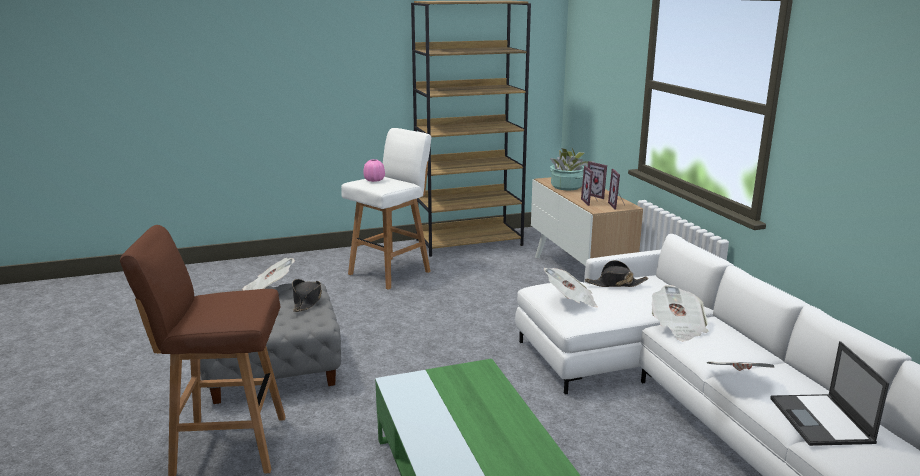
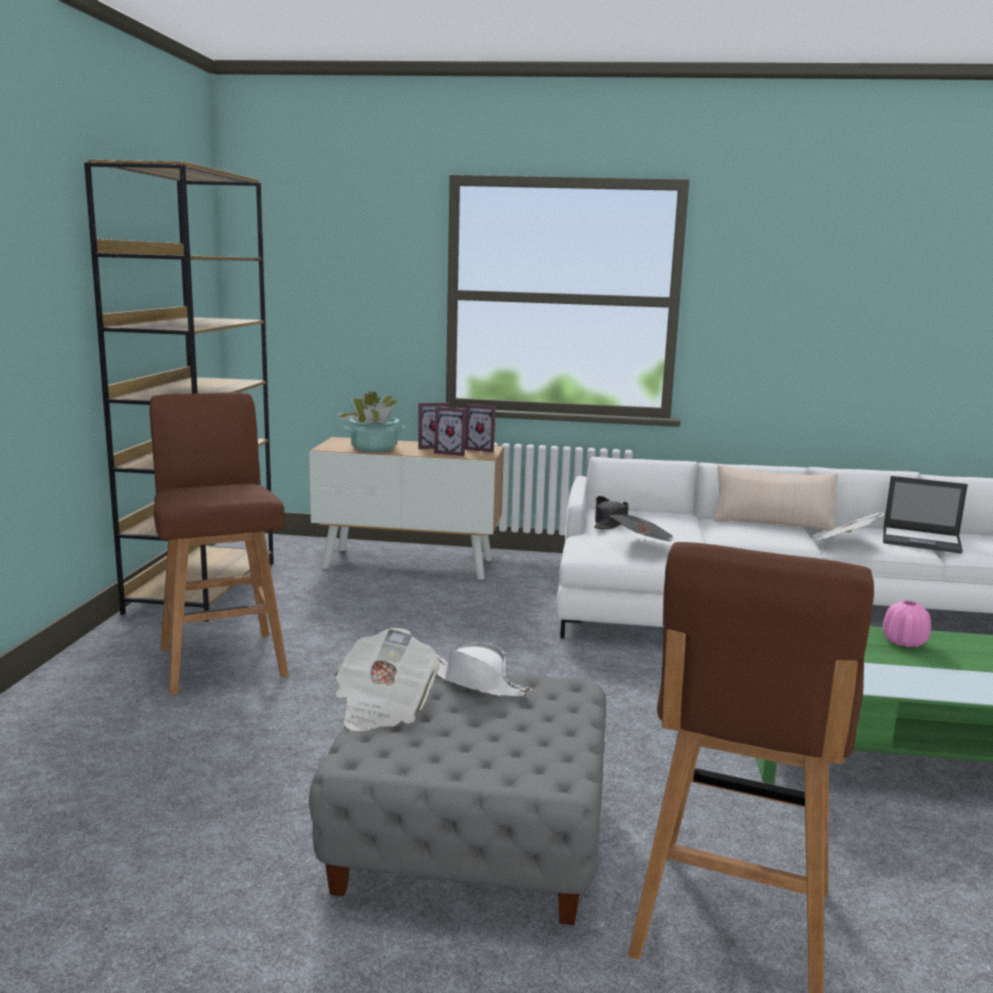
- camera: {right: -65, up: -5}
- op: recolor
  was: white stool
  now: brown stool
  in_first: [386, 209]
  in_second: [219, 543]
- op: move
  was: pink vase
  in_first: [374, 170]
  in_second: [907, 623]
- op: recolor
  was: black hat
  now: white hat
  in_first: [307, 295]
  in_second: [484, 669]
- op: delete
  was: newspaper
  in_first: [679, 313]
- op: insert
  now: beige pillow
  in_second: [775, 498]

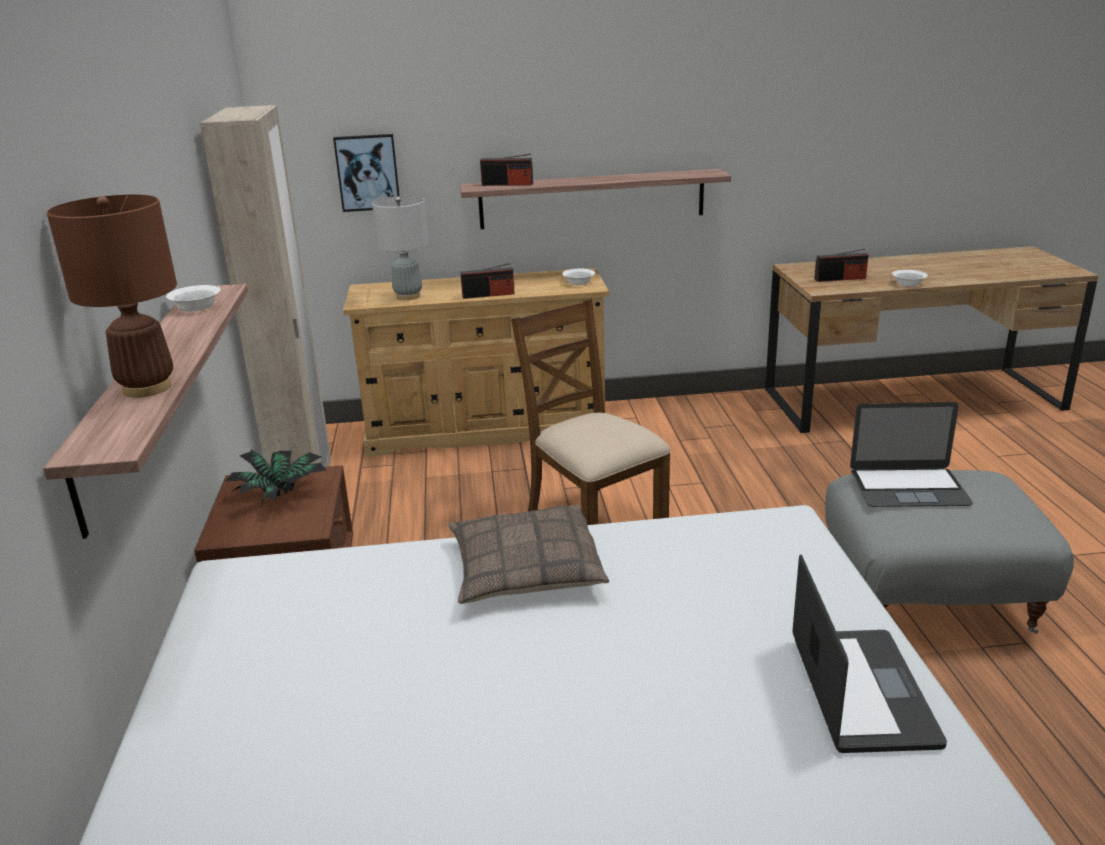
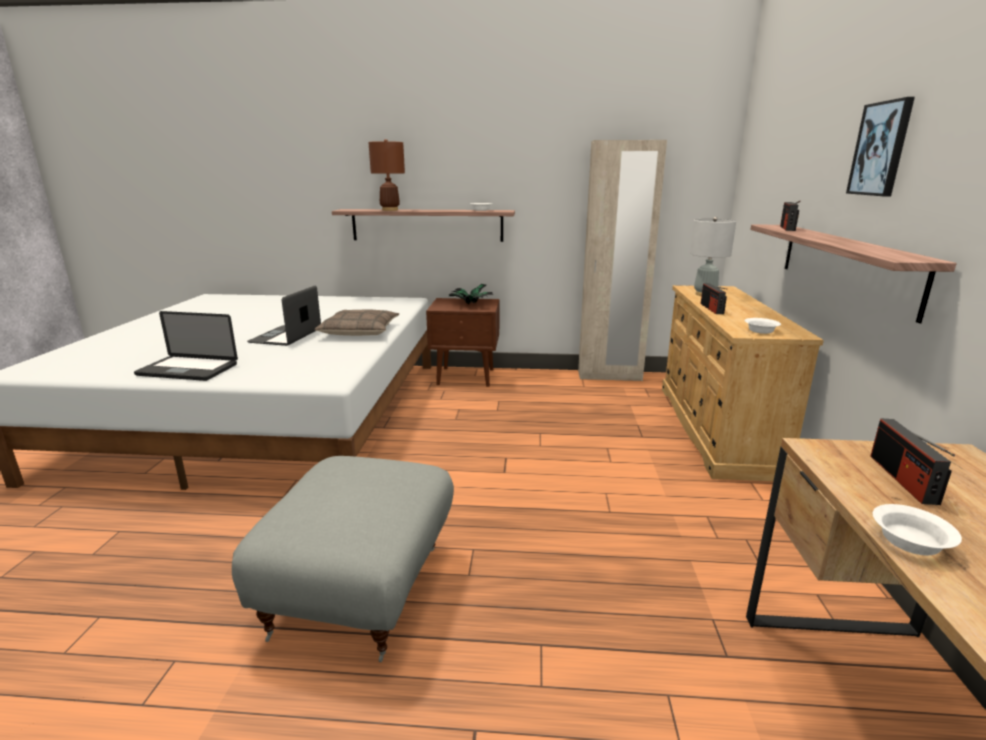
- camera: {right: 100, up: -5}
- op: move
  was: picture
  in_first: [366, 173]
  in_second: [880, 146]
- op: delete
  was: brown chair
  in_first: [591, 412]
- op: move
  was: laptop
  in_first: [911, 454]
  in_second: [284, 316]

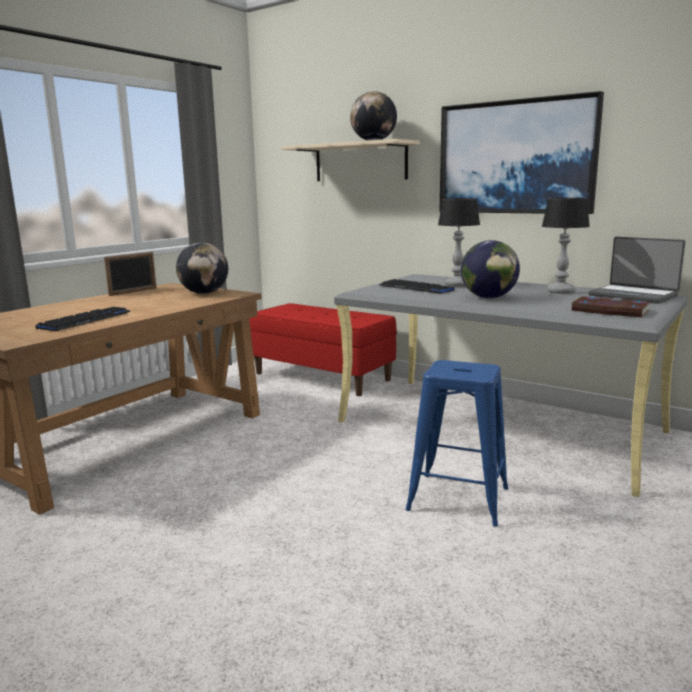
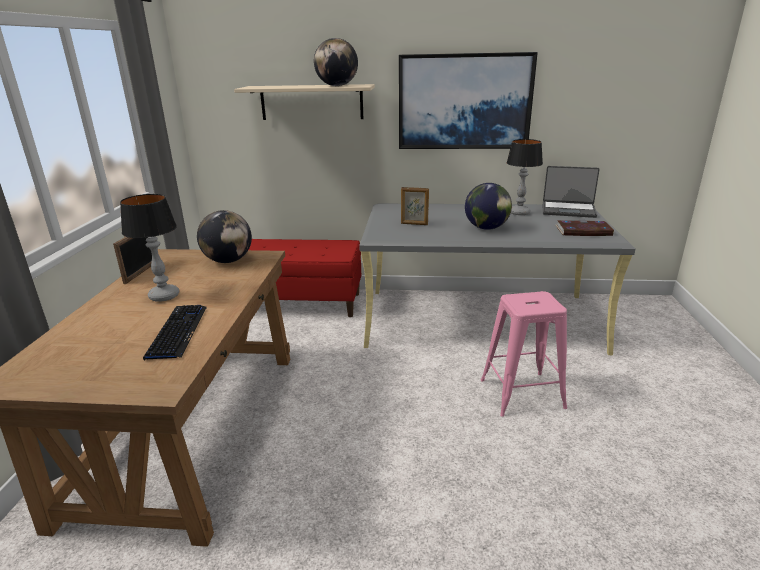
- camera: {right: -30, up: 10}
- op: move
  was: table lamp
  in_first: [459, 242]
  in_second: [149, 248]
- op: replace
  was: keyboard
  now: picture frame
  in_first: [416, 286]
  in_second: [415, 206]
- op: recolor
  was: blue stool
  now: pink stool
  in_first: [456, 443]
  in_second: [524, 354]

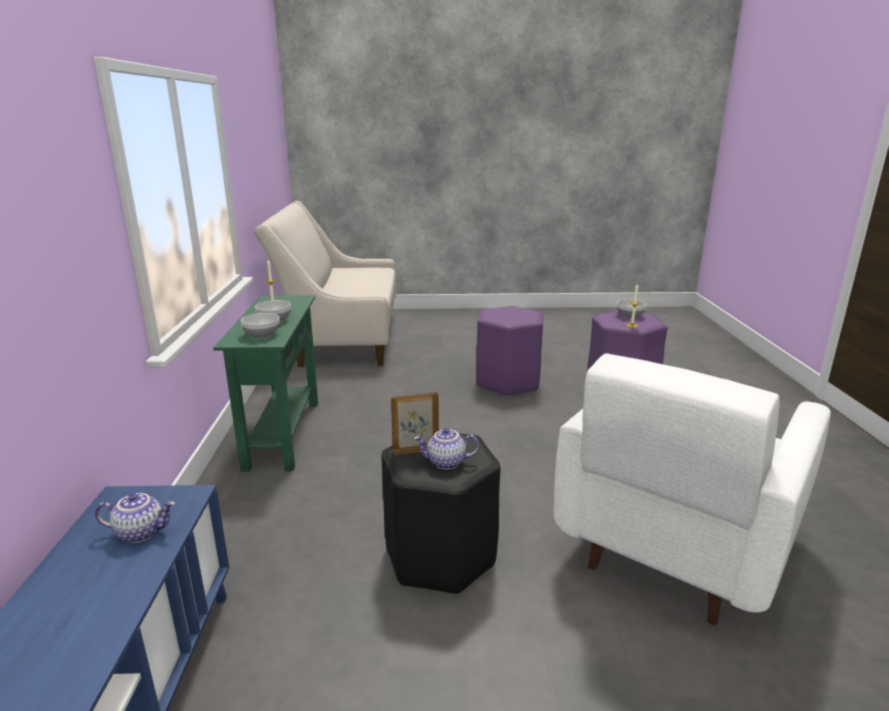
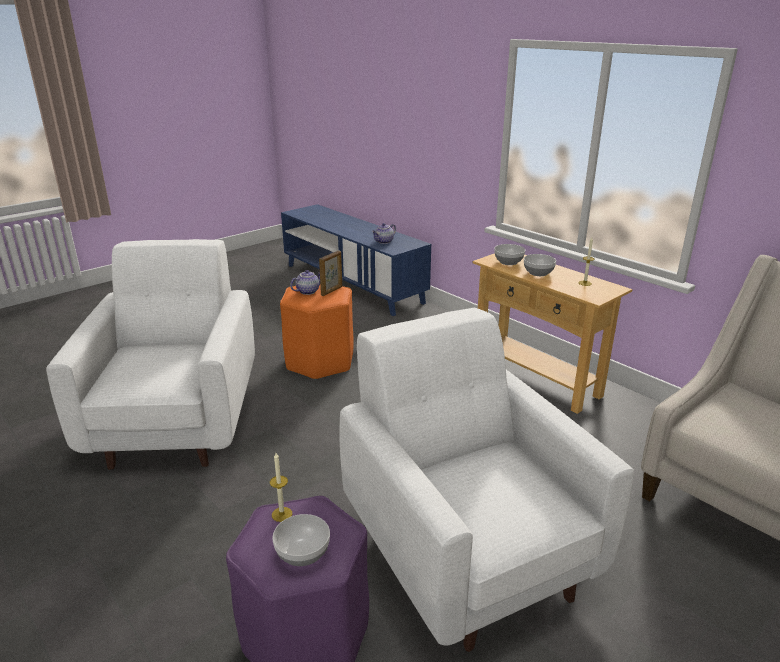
- camera: {right: 140, up: 5}
- op: recolor
  was: green console table
  now: beige console table
  in_first: [265, 383]
  in_second: [552, 333]
- op: replace
  was: purple stool
  now: white armchair
  in_first: [509, 351]
  in_second: [486, 480]
- op: recolor
  was: black stool
  now: orange stool
  in_first: [441, 513]
  in_second: [317, 332]

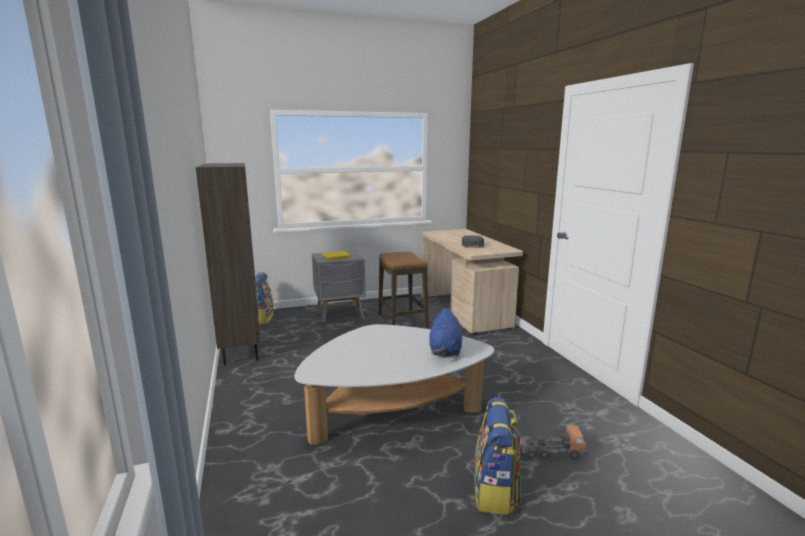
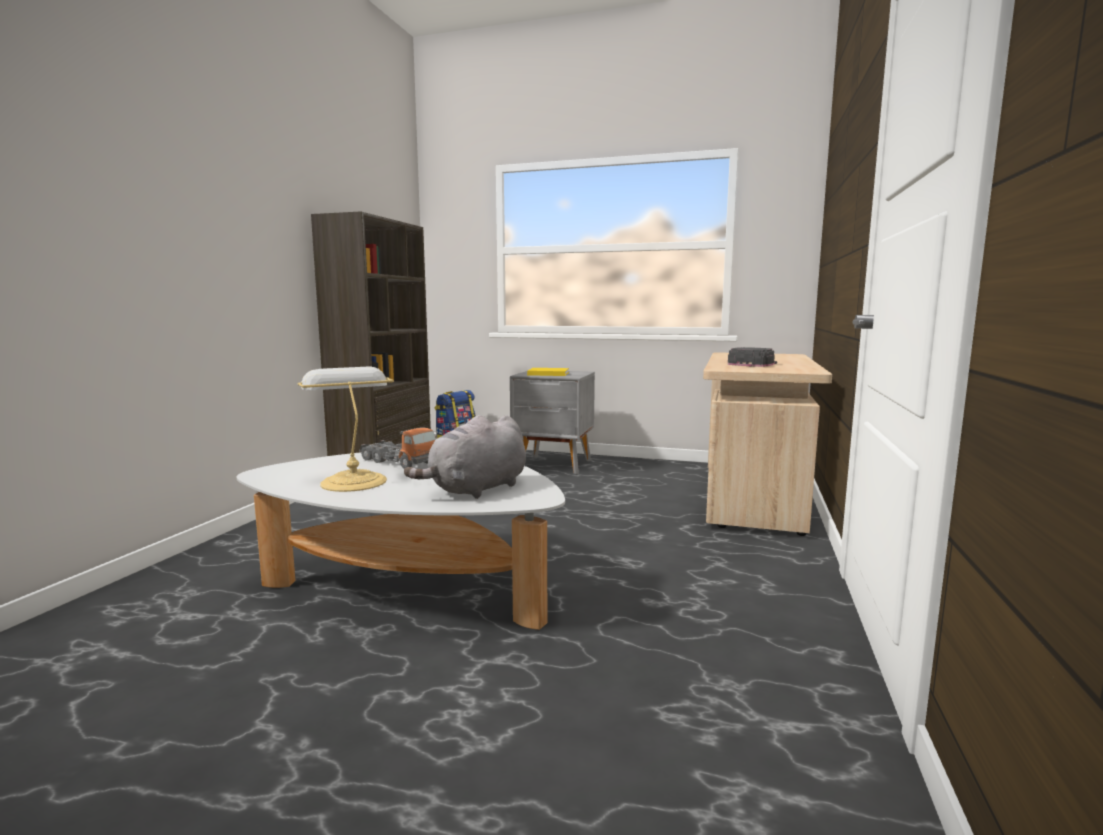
- camera: {right: 35, up: -5}
- op: delete
  was: stool
  in_first: [403, 290]
- op: recolor
  was: blue plush toy
  now: grey plush toy
  in_first: [445, 332]
  in_second: [465, 457]
- op: delete
  was: backpack
  in_first: [497, 456]
- op: move
  was: toy truck
  in_first: [553, 442]
  in_second: [398, 448]
- op: insert
  now: table lamp
  in_second: [346, 429]

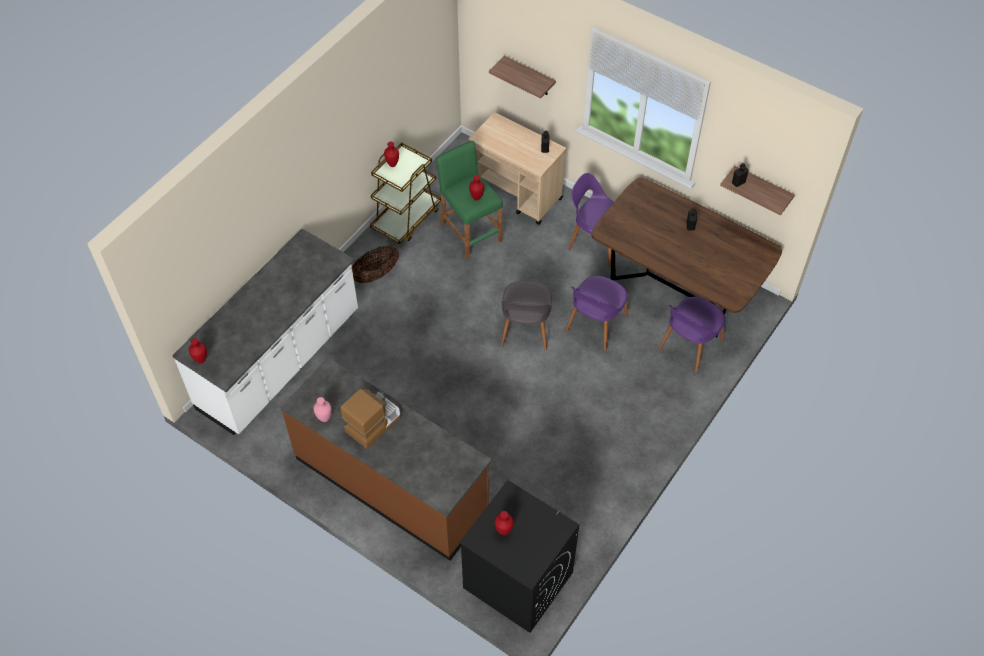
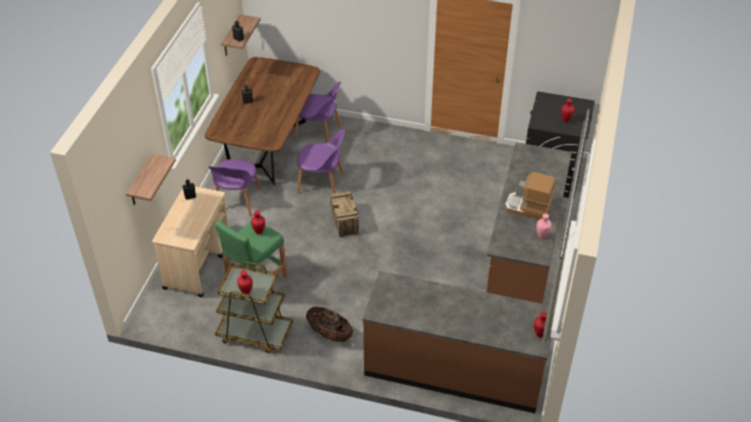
- camera: {right: -110, up: -10}
- op: recolor
  was: white counter
  now: brown counter
  in_first: [265, 332]
  in_second: [459, 342]
- op: replace
  was: grey chair
  now: crate
  in_first: [526, 315]
  in_second: [344, 213]

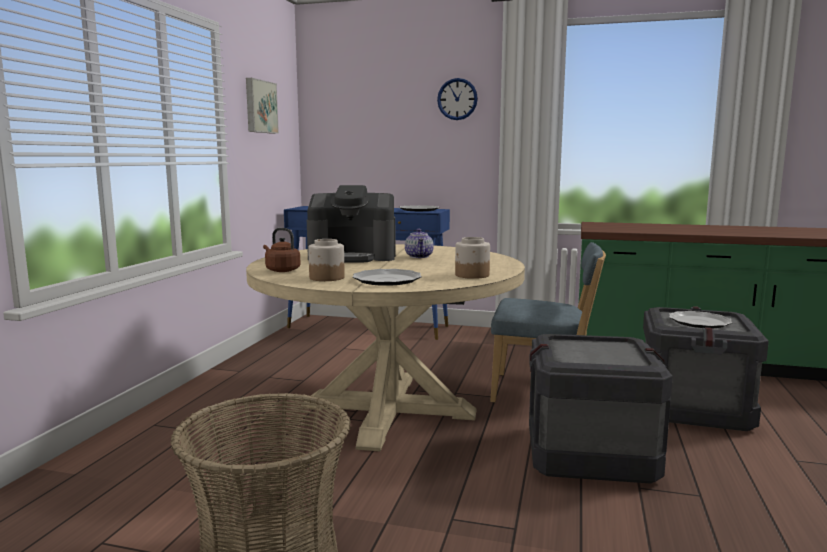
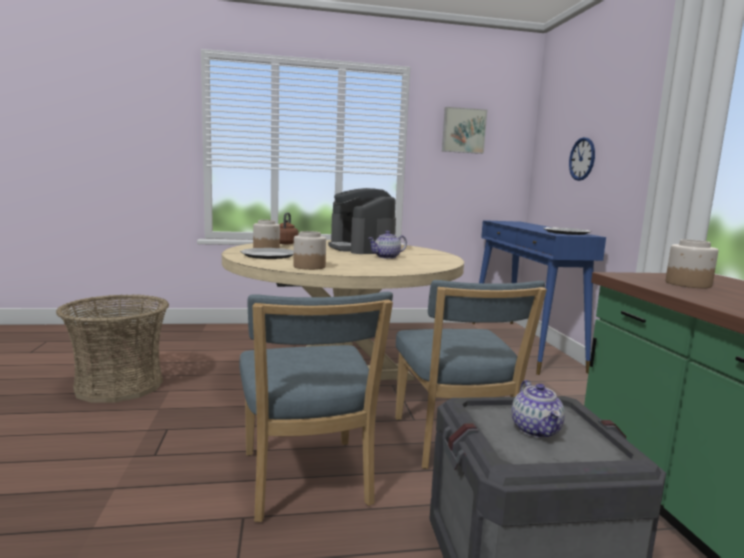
- camera: {right: 65, up: 0}
- op: move
  was: wall clock
  in_first: [457, 99]
  in_second: [582, 159]
- op: replace
  was: plate
  now: teapot
  in_first: [701, 319]
  in_second: [538, 409]
- op: replace
  was: crate
  now: blue chair
  in_first: [601, 409]
  in_second: [316, 407]
- op: insert
  now: jar
  in_second: [692, 263]

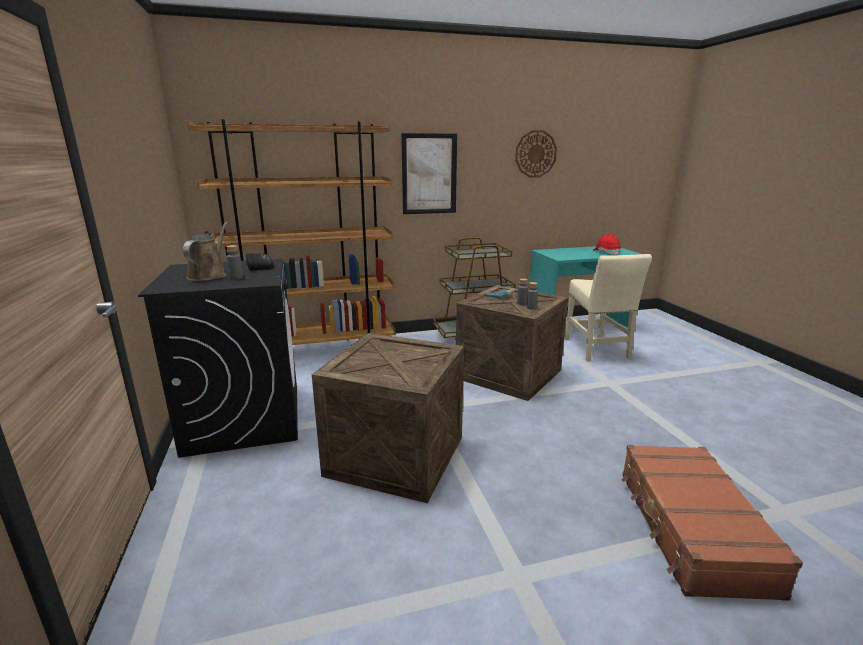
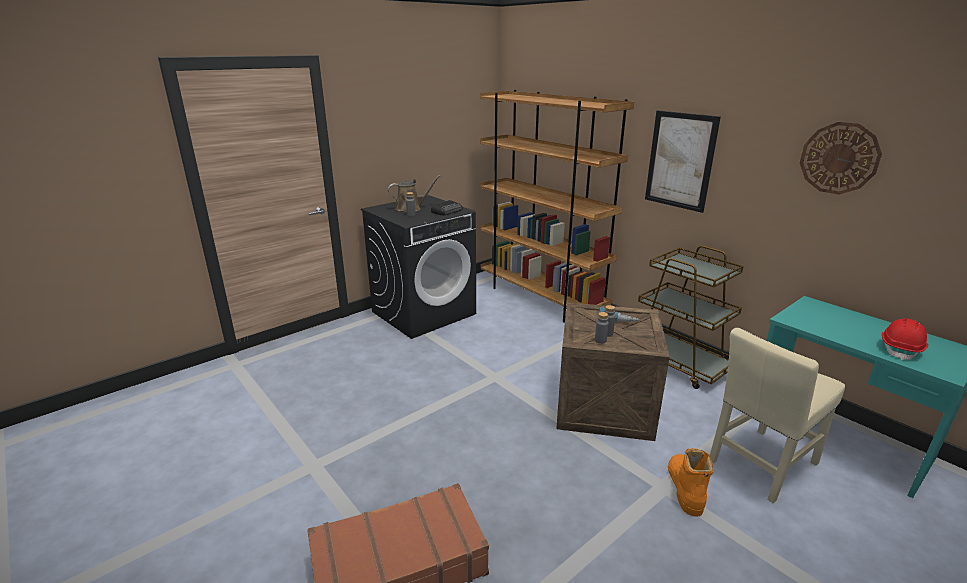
- camera: {right: 65, up: 5}
- op: delete
  was: crate
  in_first: [388, 418]
- op: insert
  now: orange boot
  in_second: [691, 482]

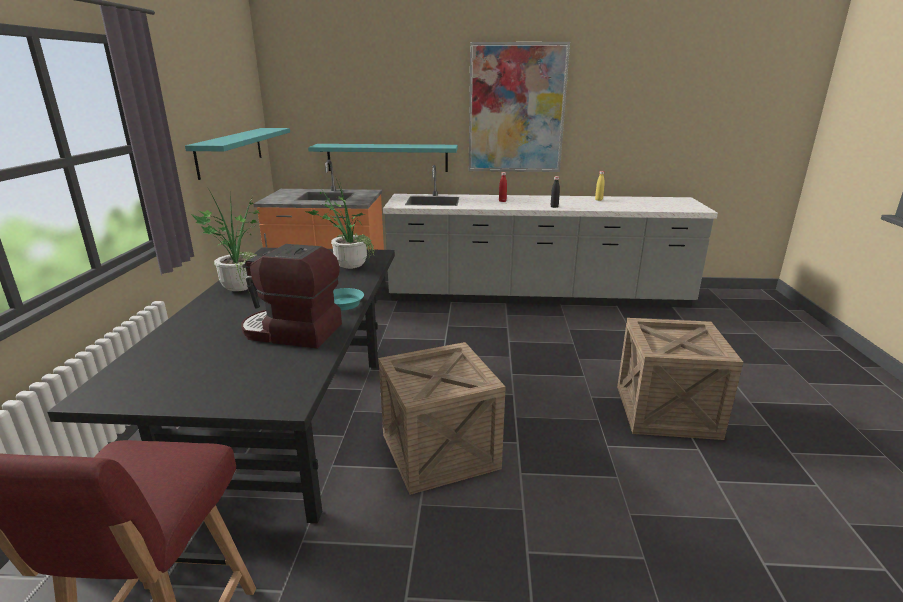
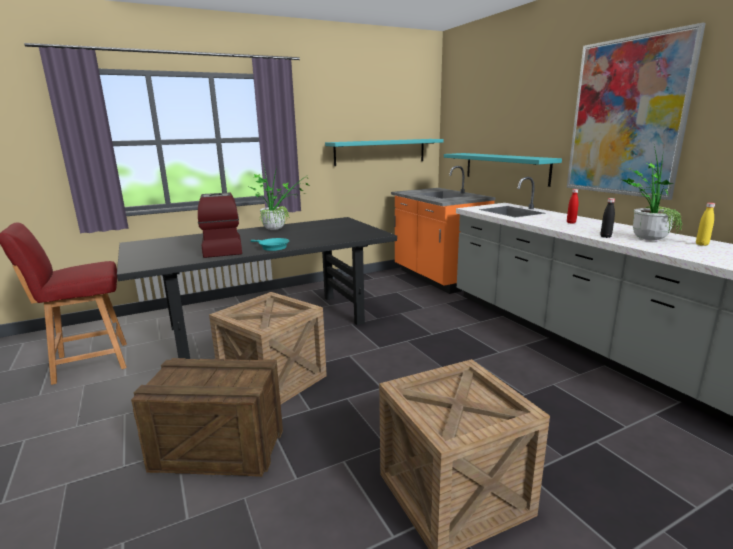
- camera: {right: 60, up: -5}
- op: move
  was: potted plant
  in_first: [340, 224]
  in_second: [652, 193]
- op: insert
  now: crate
  in_second: [207, 417]

